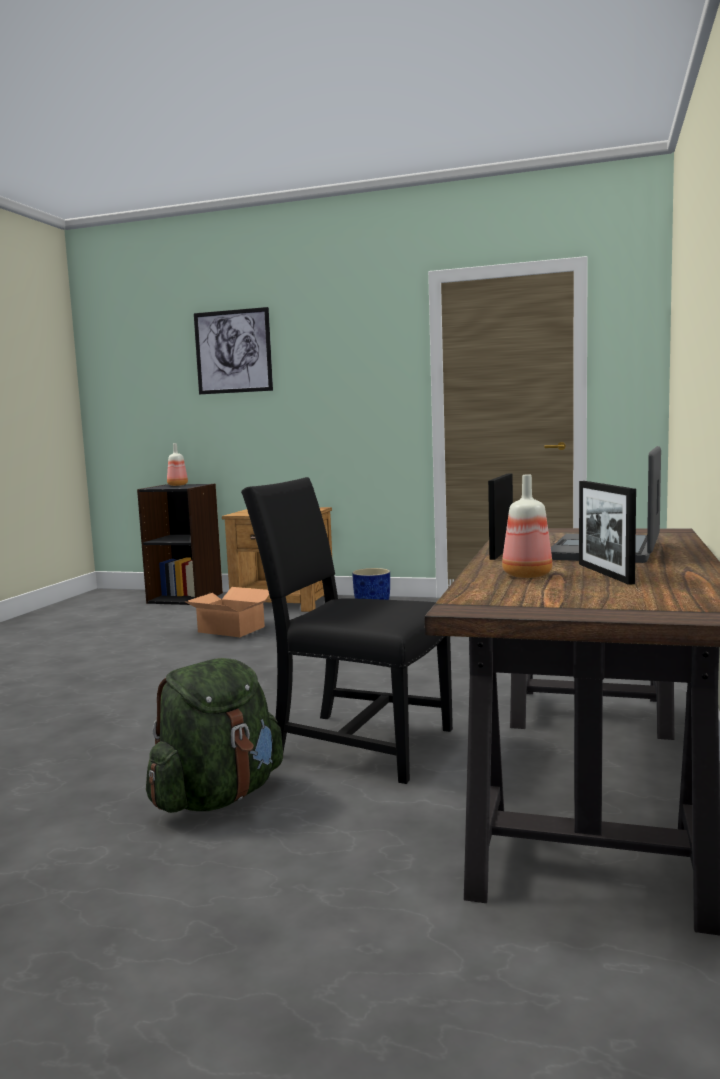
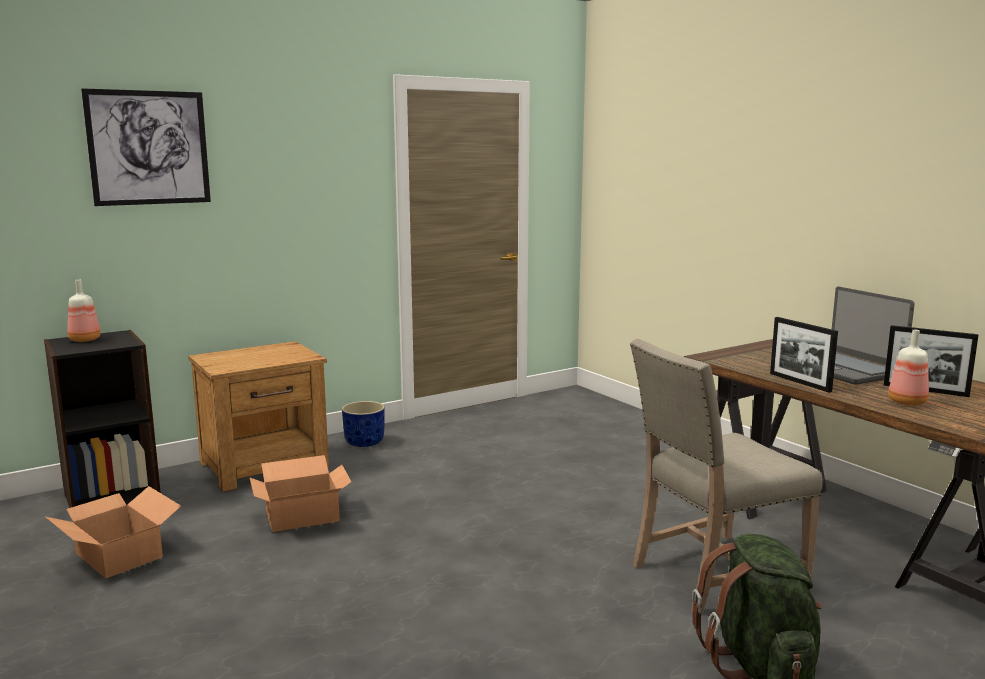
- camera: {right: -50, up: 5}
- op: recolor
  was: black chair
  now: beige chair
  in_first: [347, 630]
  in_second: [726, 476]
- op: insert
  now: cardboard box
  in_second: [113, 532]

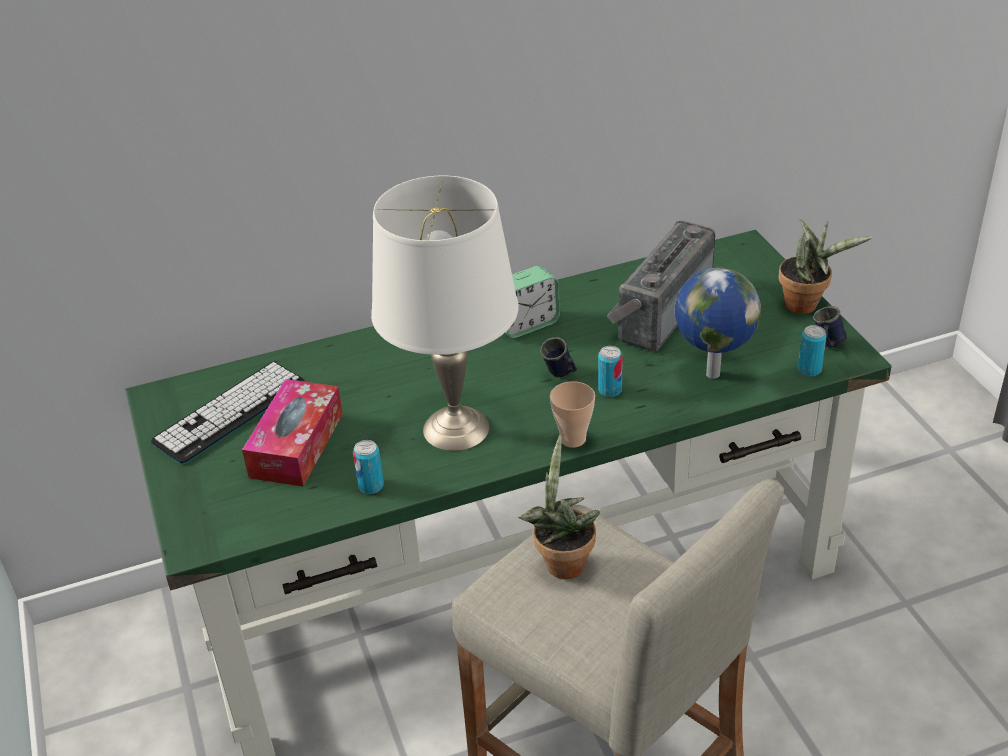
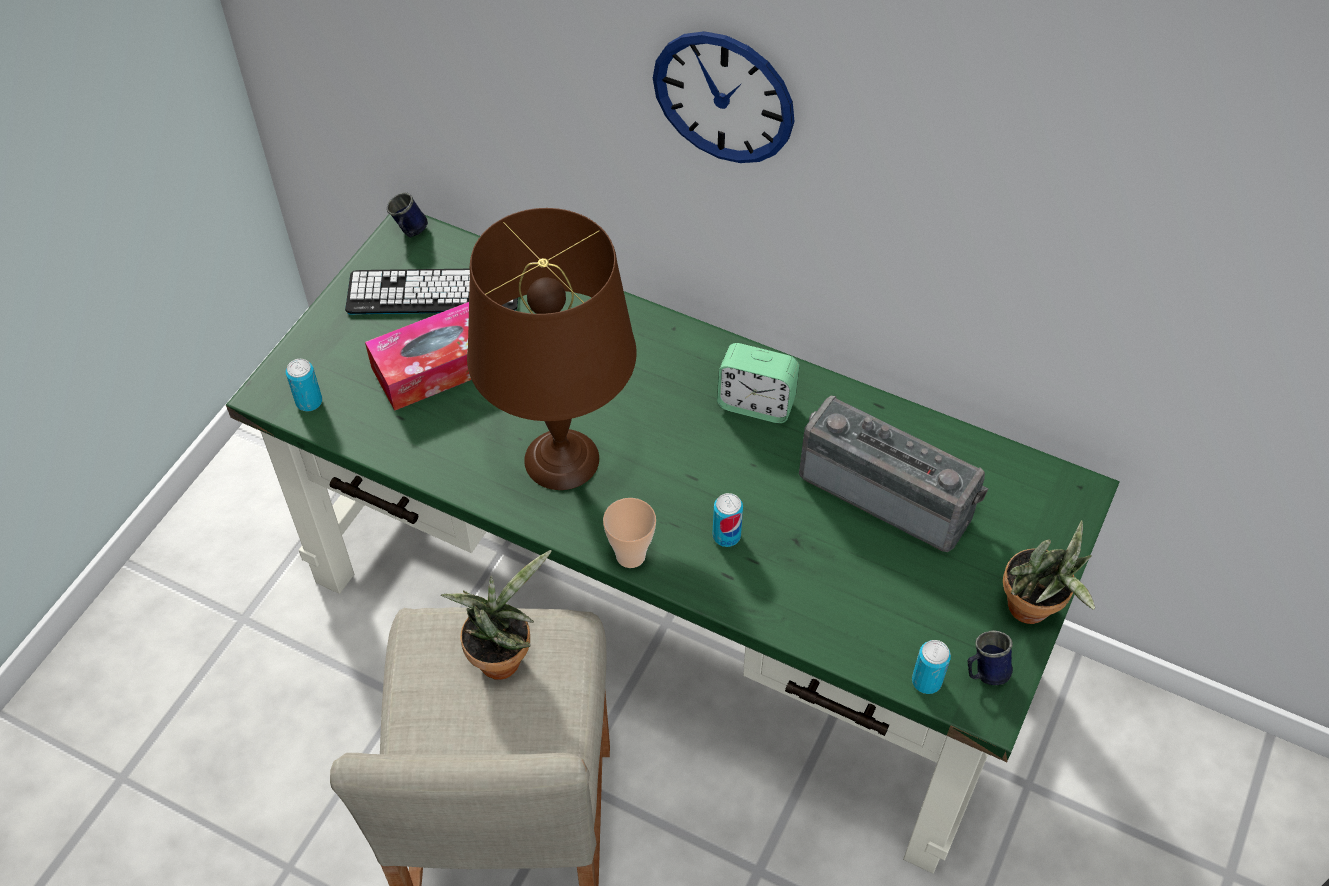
- camera: {right: 45, up: 15}
- op: recolor
  was: white table lamp
  now: brown table lamp
  in_first: [445, 313]
  in_second: [552, 349]
- op: rotate
  was: radio
  in_first: [661, 286]
  in_second: [893, 474]
  clockwise: 45
- op: delete
  was: globe
  in_first: [718, 323]
- op: move
  was: blue mug
  in_first: [558, 357]
  in_second: [407, 214]
- op: move
  was: can
  in_first: [368, 467]
  in_second: [304, 385]
- op: insert
  now: wall clock
  in_second: [724, 97]

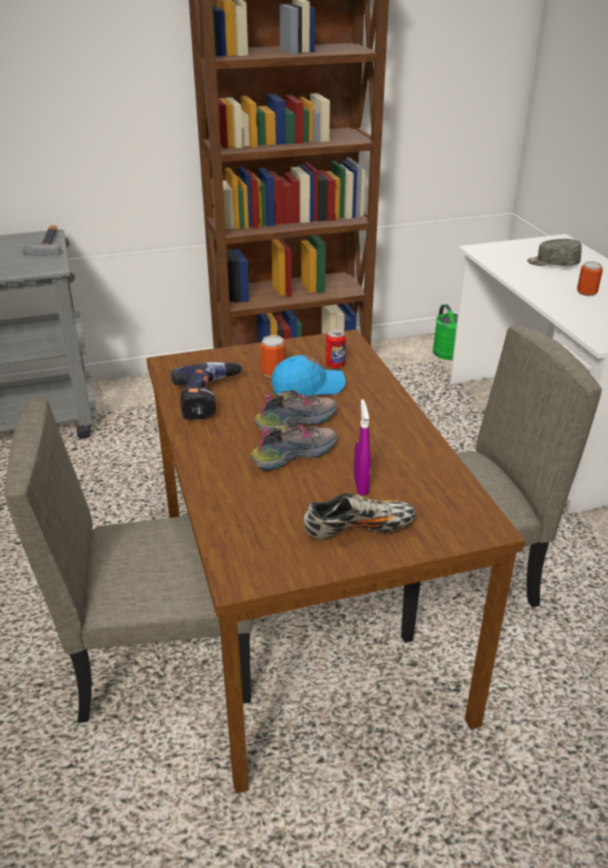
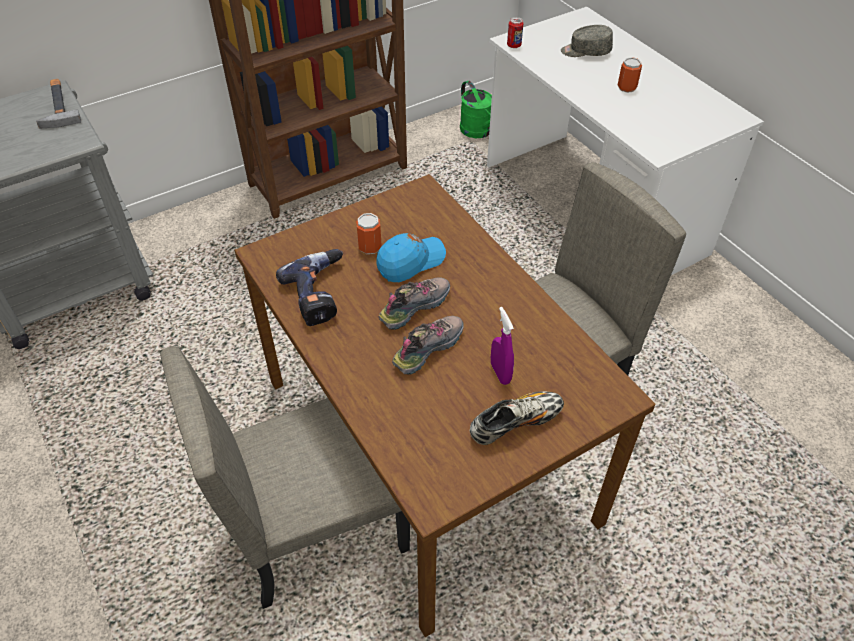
- camera: {right: -15, up: 15}
- op: move
  was: can
  in_first: [336, 349]
  in_second: [515, 32]

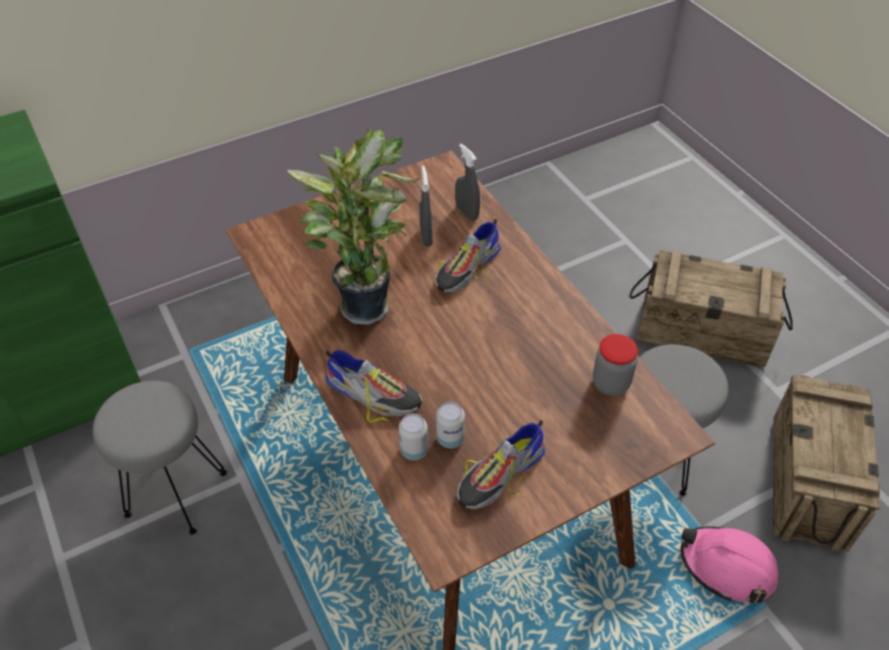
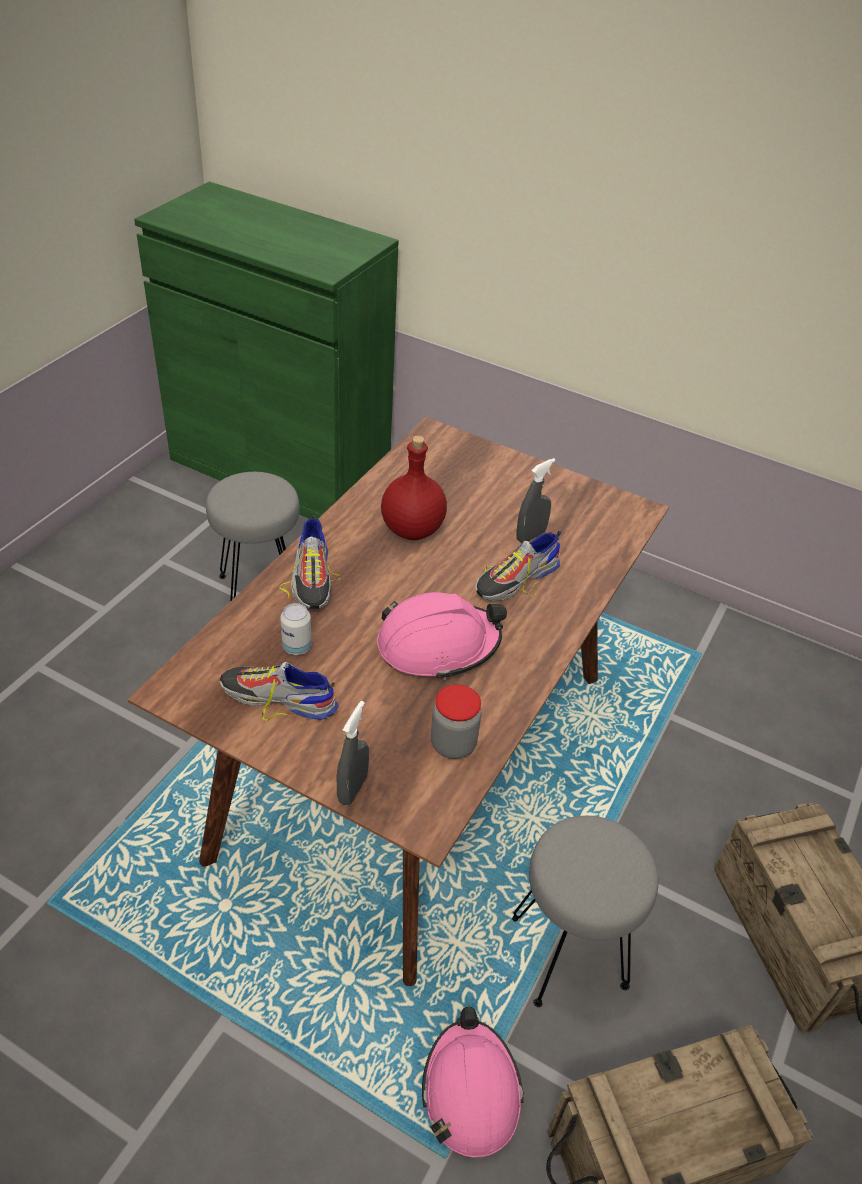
- camera: {right: 55, up: -5}
- op: replace
  was: potted plant
  now: red bottle
  in_first: [354, 225]
  in_second: [414, 487]
- op: move
  was: grey spray bottle
  in_first: [467, 182]
  in_second: [353, 753]
- op: rotate
  was: shoe
  in_first: [468, 256]
  in_second: [518, 566]
  clockwise: -45
- op: delete
  was: can
  in_first: [413, 436]
- op: insert
  now: pink hard hat
  in_second: [442, 636]

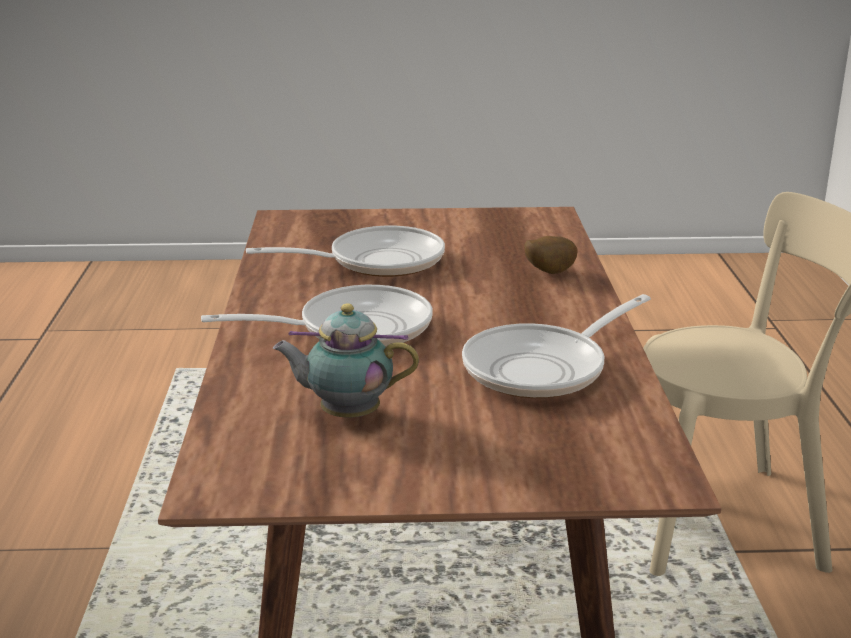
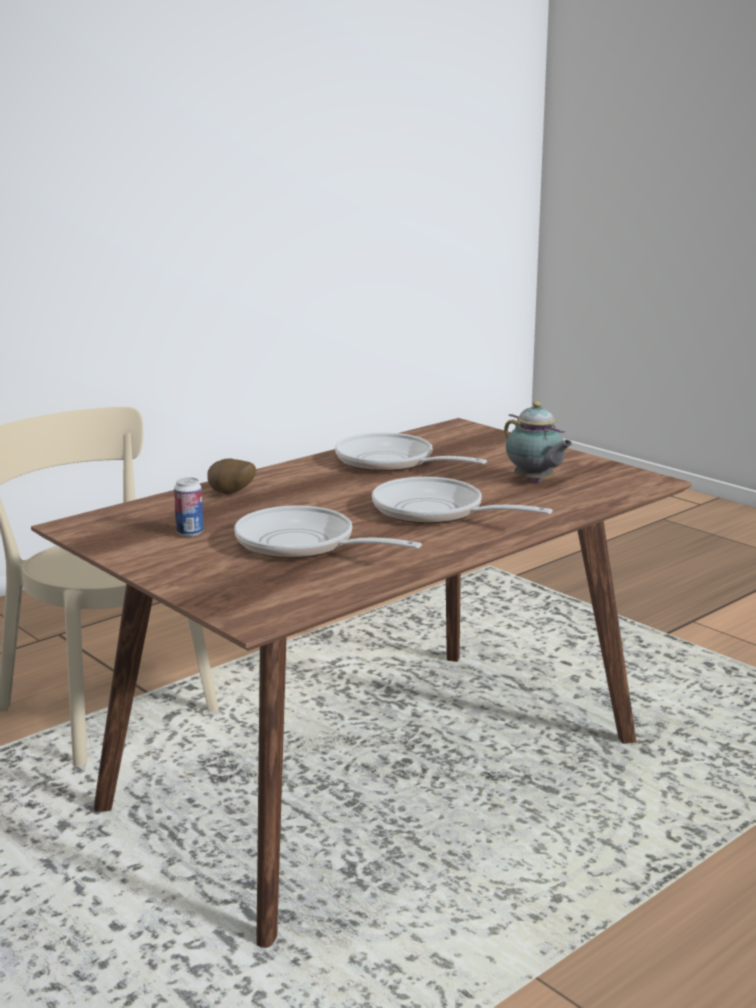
- camera: {right: -130, up: -5}
- op: rotate
  was: frying pan
  in_first: [556, 346]
  in_second: [411, 452]
  clockwise: -150
- op: insert
  now: can
  in_second: [189, 507]

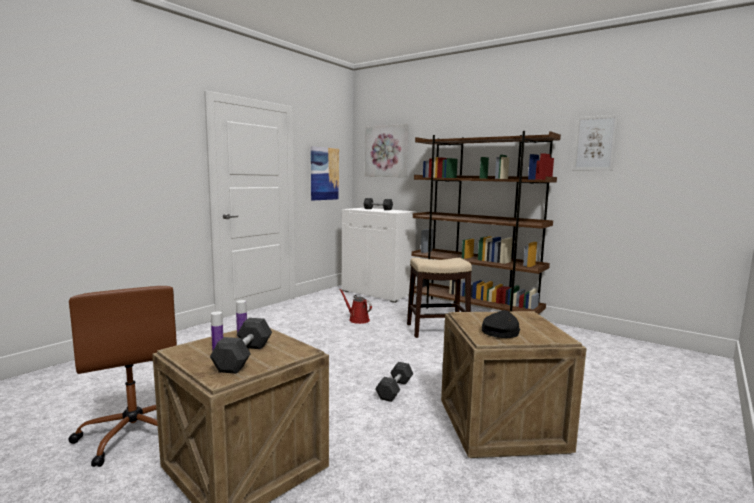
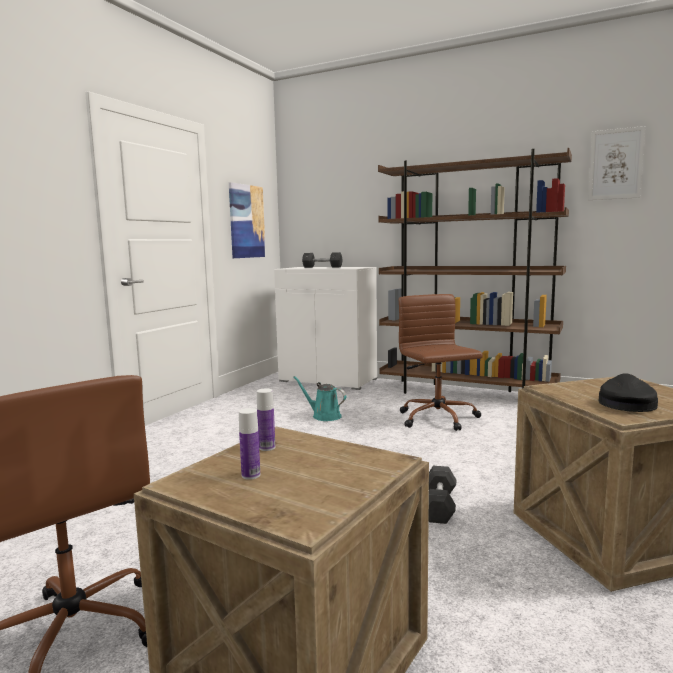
- camera: {right: -10, up: 0}
- op: delete
  was: picture
  in_first: [387, 150]
- op: replace
  was: stool
  now: brown office chair
  in_first: [439, 298]
  in_second: [441, 362]
- op: recolor
  was: red watering can
  now: turquoise watering can
  in_first: [355, 306]
  in_second: [320, 398]
- op: delete
  was: grey dumbbell
  in_first: [241, 346]

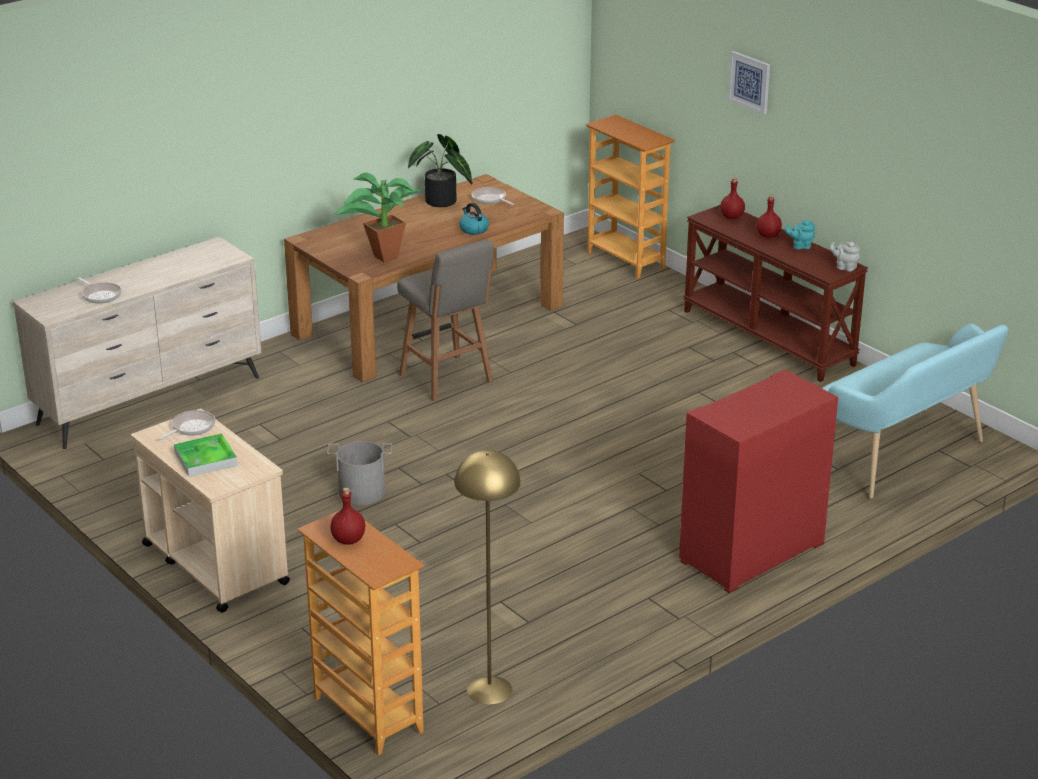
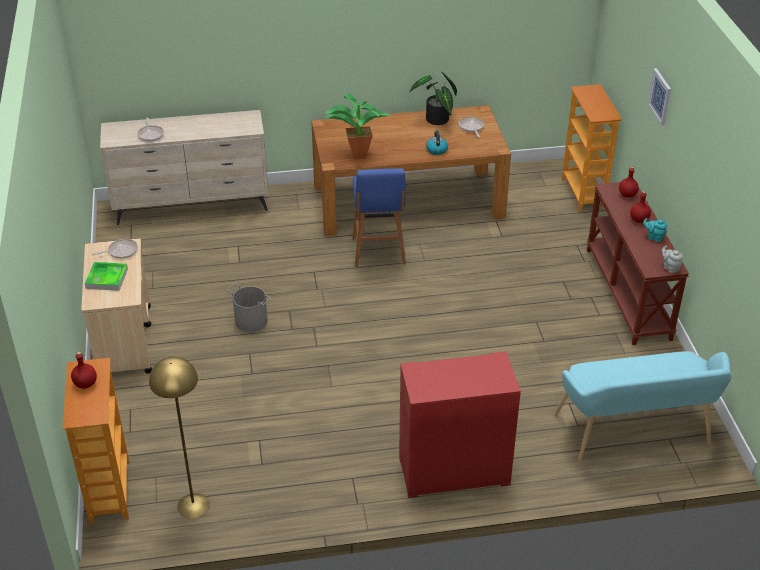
- camera: {right: 30, up: 10}
- op: recolor
  was: grey stool
  now: blue stool
  in_first: [445, 320]
  in_second: [379, 217]

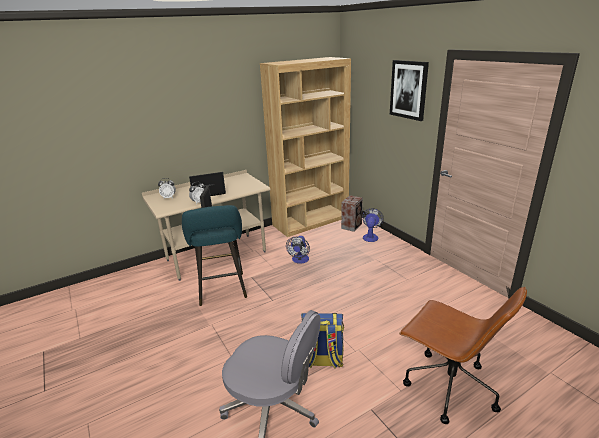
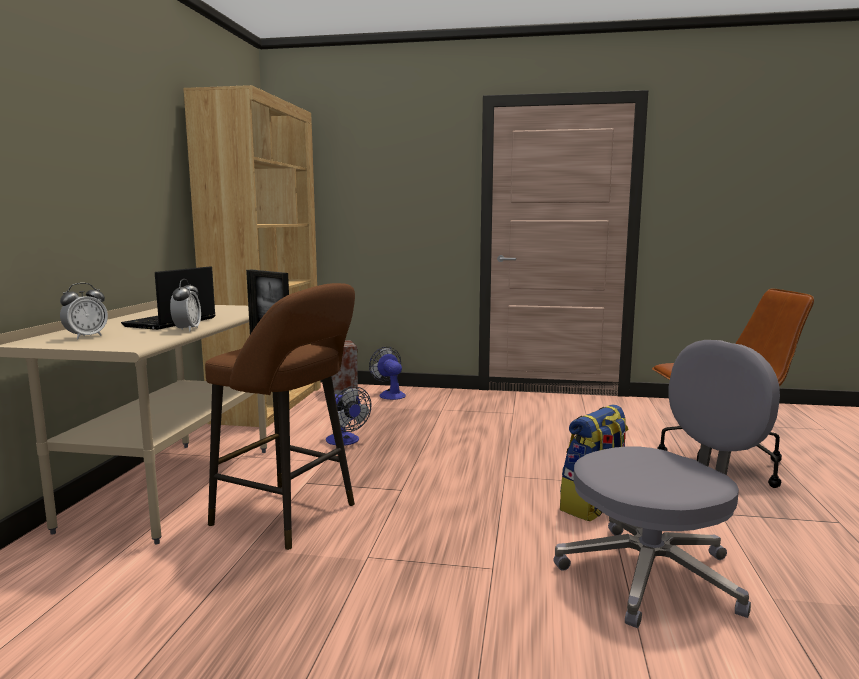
- camera: {right: -50, up: -15}
- op: delete
  was: picture
  in_first: [409, 90]
- op: recolor
  was: turquoise stool
  now: brown stool
  in_first: [214, 255]
  in_second: [280, 416]

